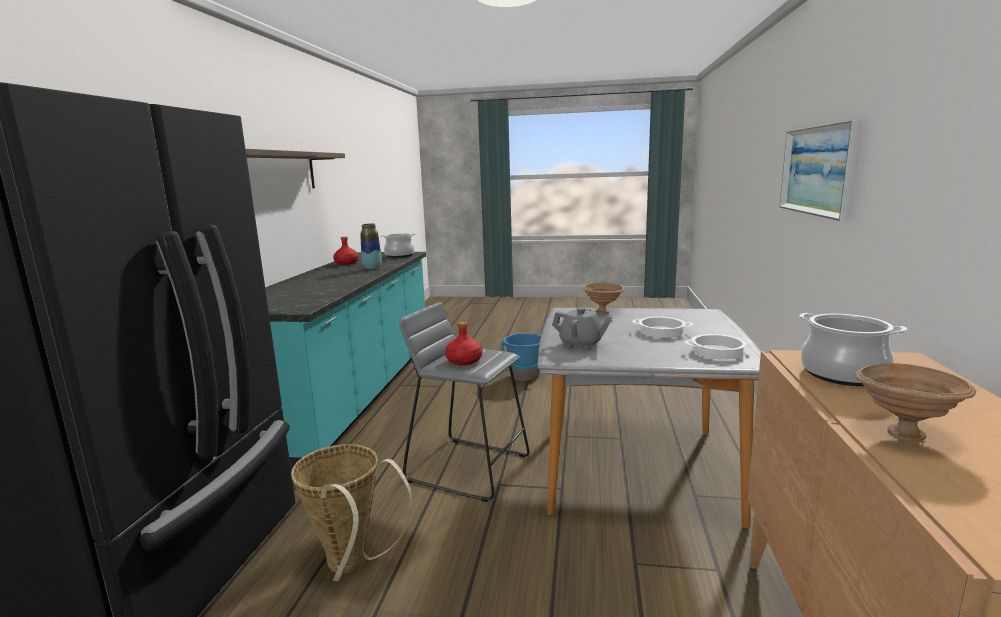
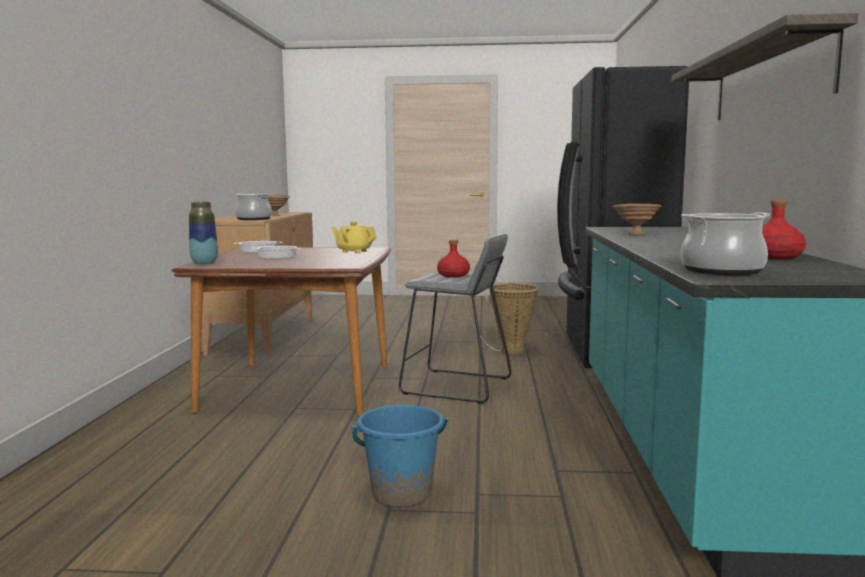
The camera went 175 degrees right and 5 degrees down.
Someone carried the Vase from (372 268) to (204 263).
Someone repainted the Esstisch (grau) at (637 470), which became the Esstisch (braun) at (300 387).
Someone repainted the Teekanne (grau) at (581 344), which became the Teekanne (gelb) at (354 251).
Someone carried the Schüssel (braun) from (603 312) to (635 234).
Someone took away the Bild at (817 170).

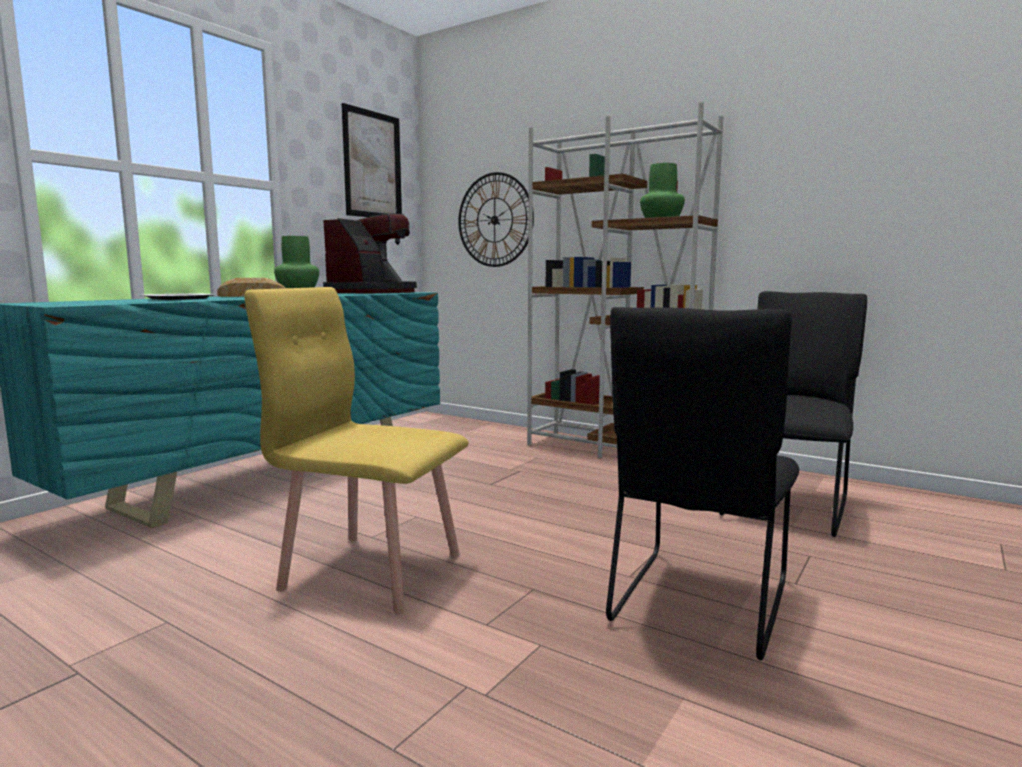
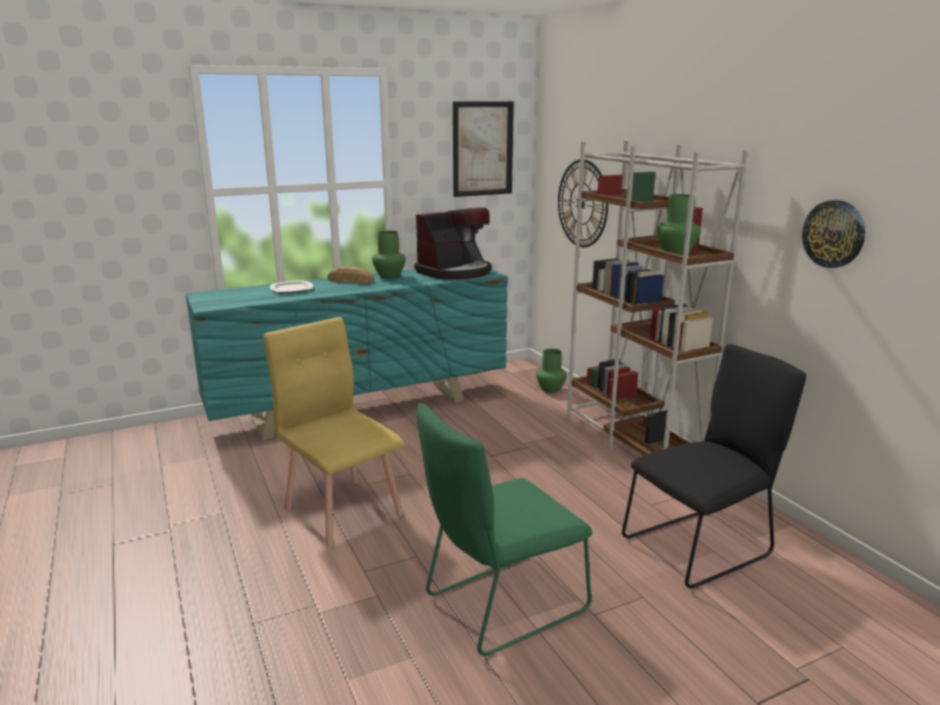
The camera went 30 degrees right and 10 degrees up.
Someone repainted the Stuhl (schwarz) at (697 606), which became the Stuhl (grün) at (500 606).
Someone put down the Vase (grün) at (551 389).
Someone put up the Wanduhr at (834 234).

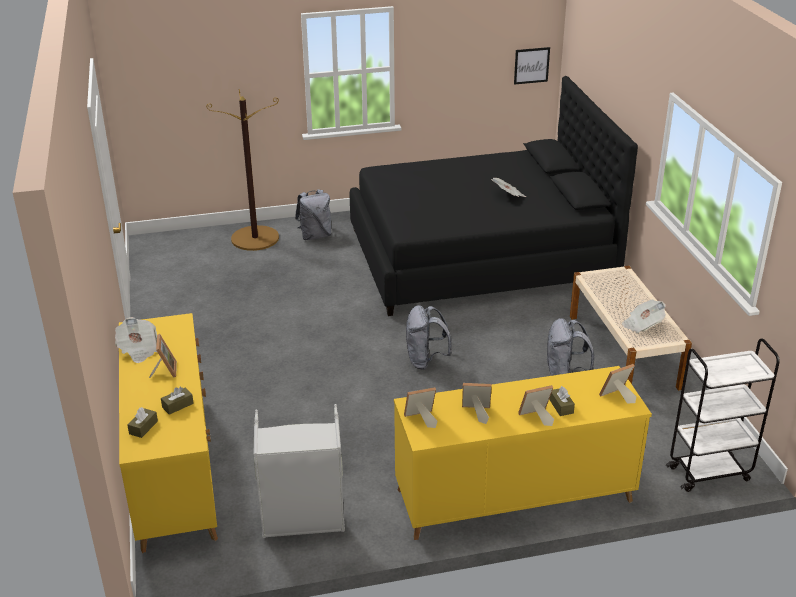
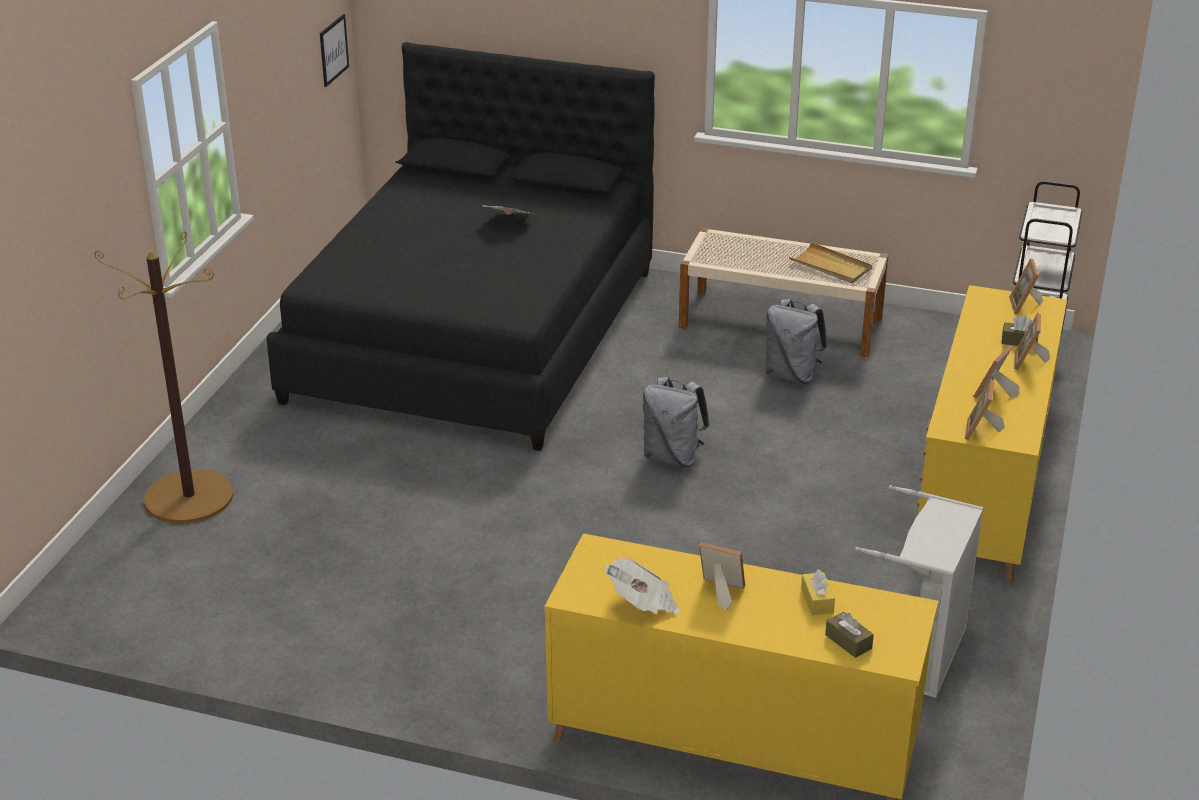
The camera went 60 degrees left and 0 degrees up.
Someone repainted the Taschentuchbox (braun) at (177 405), which became the Taschentuchbox (gelb) at (817 600).
Someone took away the Rucksack (grau) at (315 236).
Someone swapped the Zeitung at (642 325) for the Tablett (beige) at (831 266).

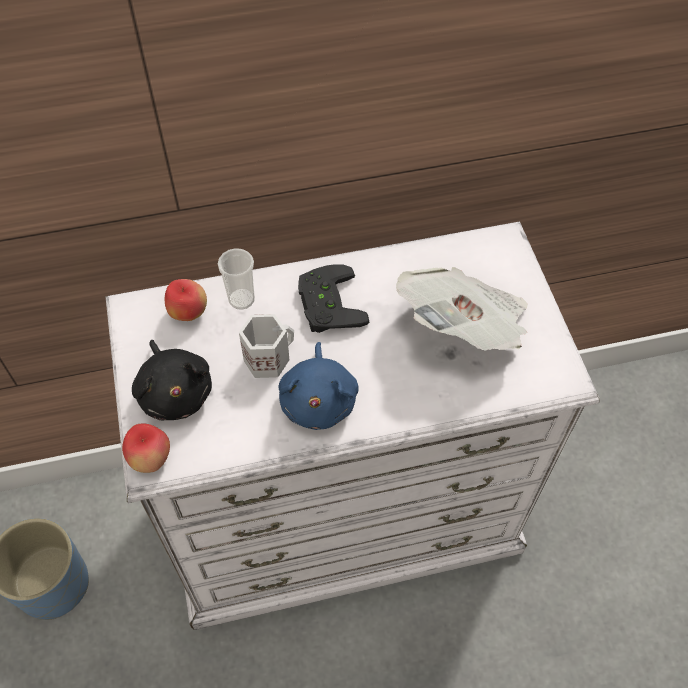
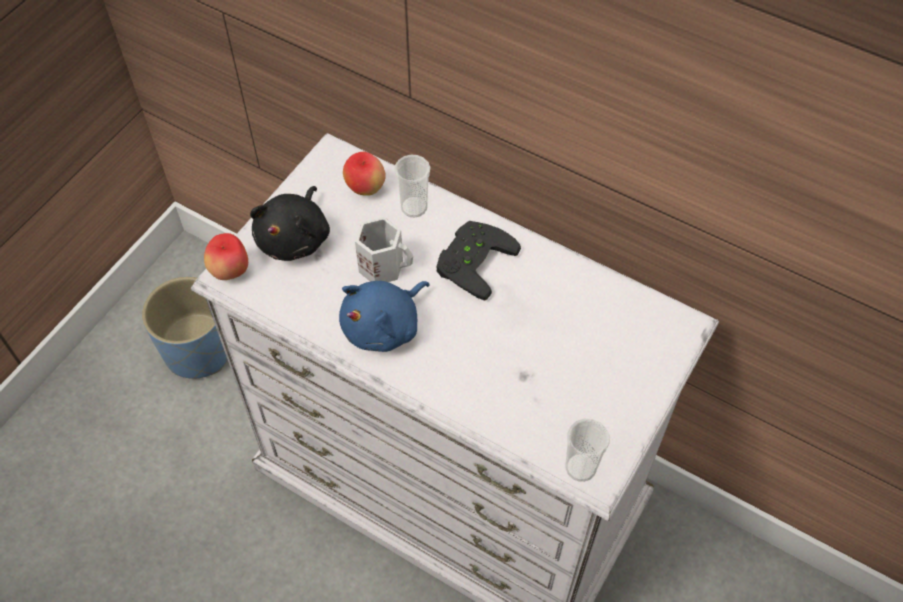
The camera went 45 degrees right and 0 degrees up.
Someone took away the Zeitung at (464 327).
Someone put down the Tasse at (580 468).

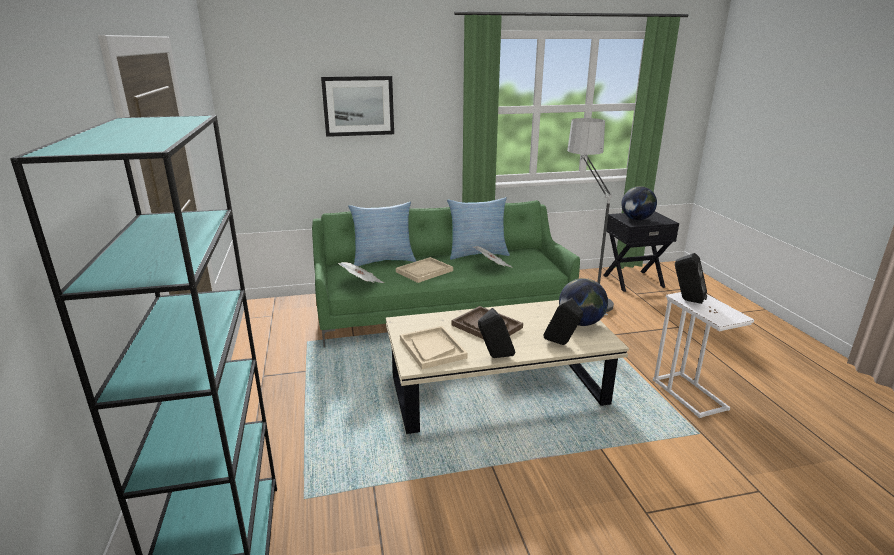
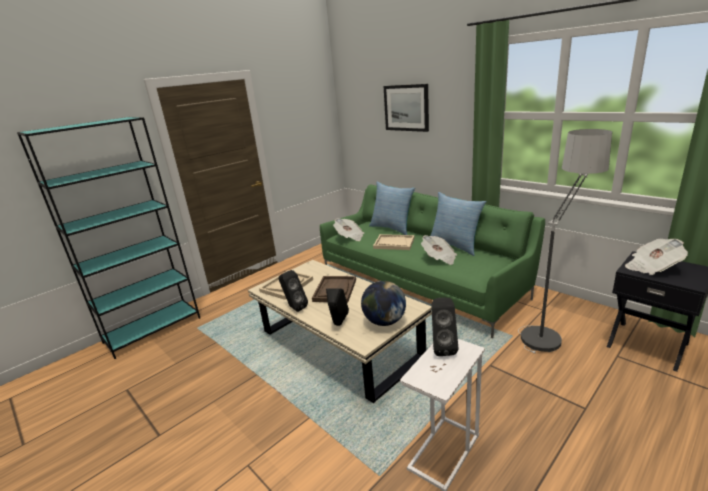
The camera went 60 degrees right and 0 degrees up.
Someone swapped the Globus at (636 219) for the Zeitung at (652 267).

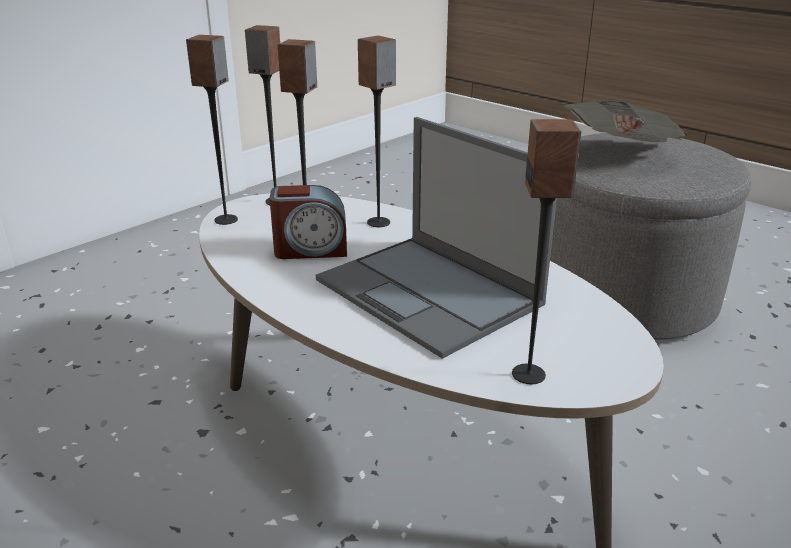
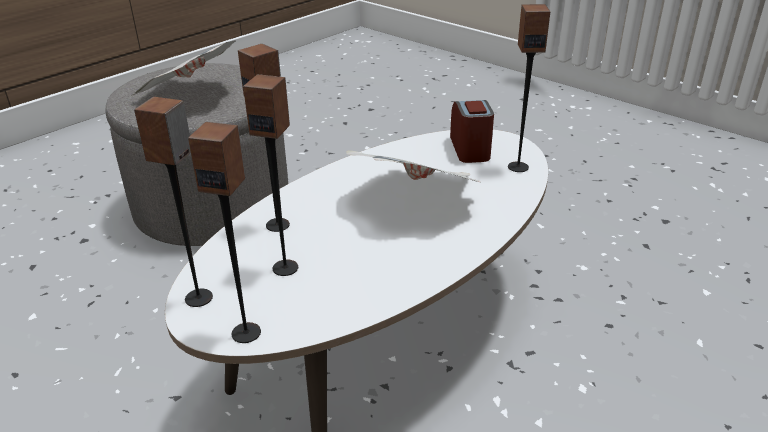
The camera went 90 degrees left and 5 degrees up.
Someone carried the Wecker from (310 249) to (470 149).
Someone swapped the Laptop at (430 293) for the Zeitung at (419 198).

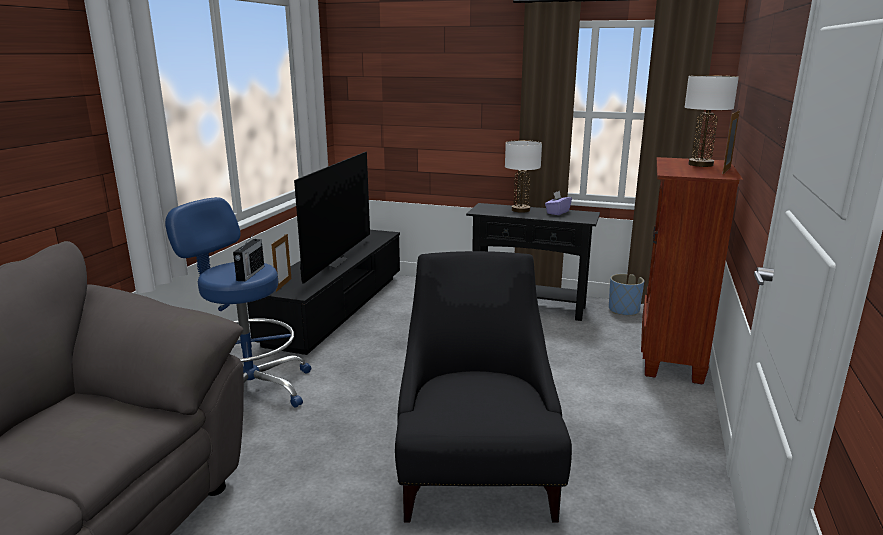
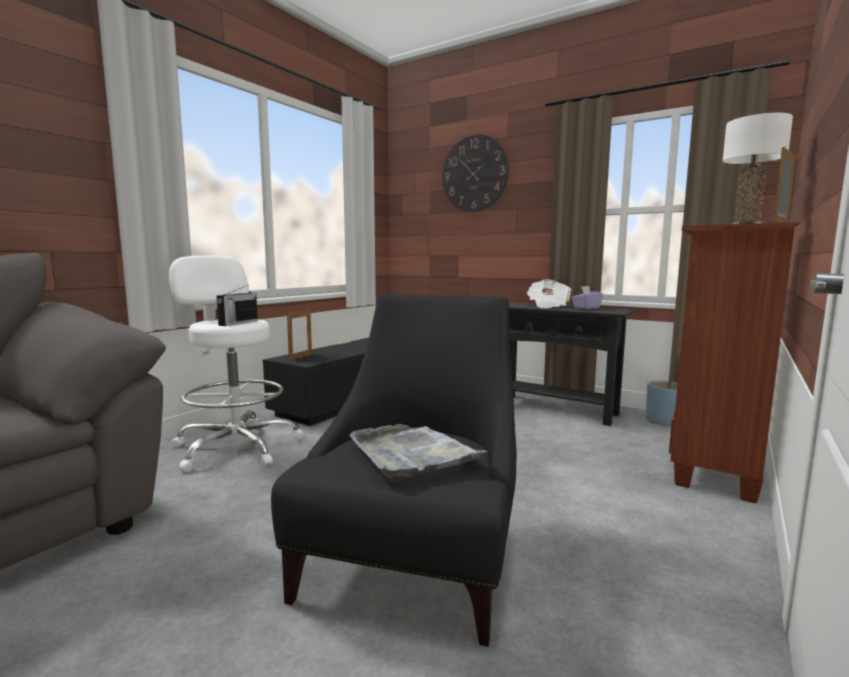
The camera went 15 degrees right and 10 degrees down.
Someone repainted the Hocker (blau) at (249 389), which became the Hocker (weiß) at (236 446).
Someone took away the Fernseher at (332 262).
Someone swapped the Tischlampe at (520 210) for the Zeitung at (547 306).
Someone put down the Tablett (grau) at (412 453).
Someone put up the Wanduhr at (474 173).

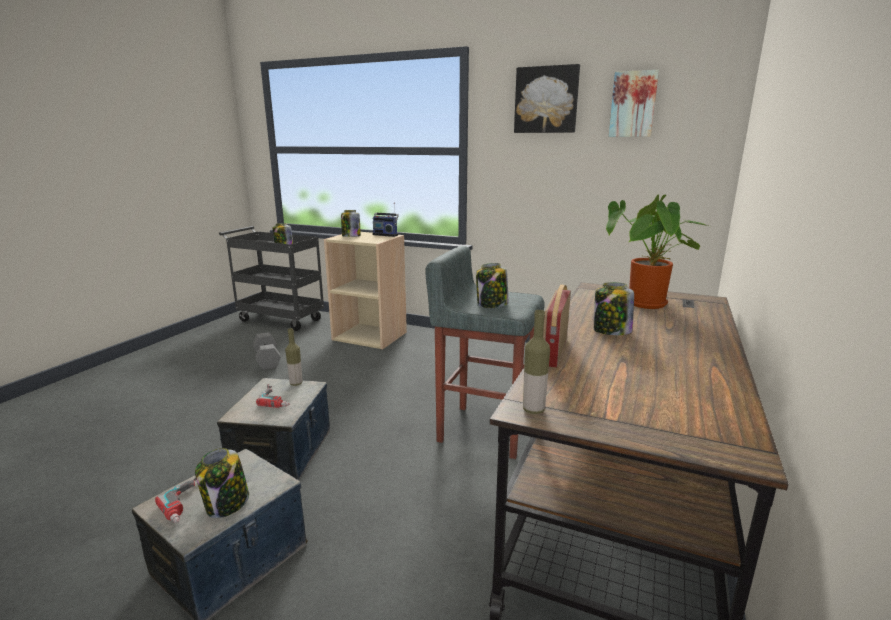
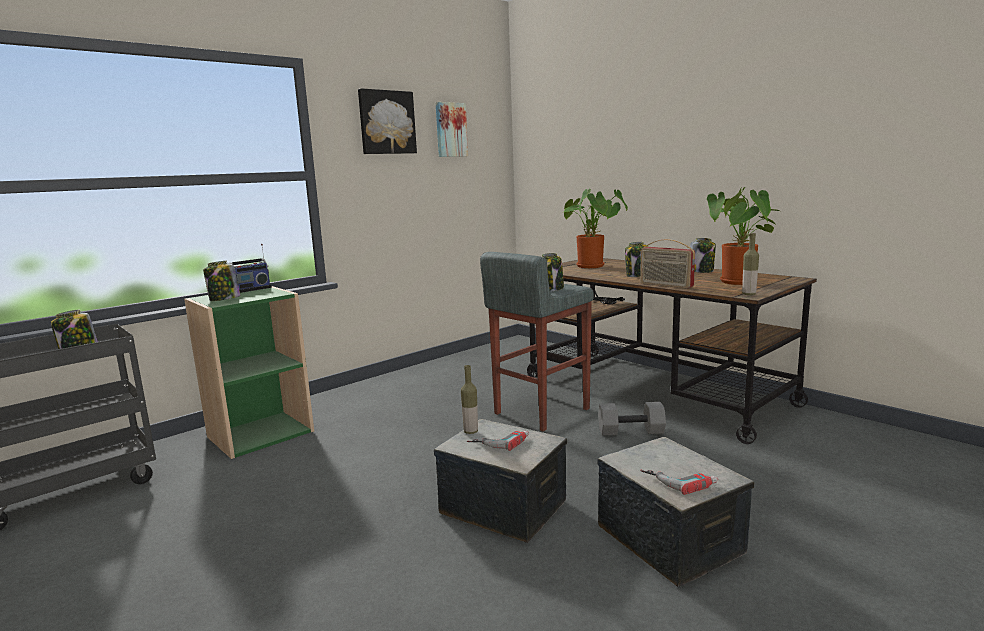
The camera went 65 degrees left and 5 degrees down.
Someone carried the Vorratsglas from (227 504) to (701 271).
Someone carried the Hantel (grau) from (268 360) to (631 431).
Someone repainted the Bücherregal (beige) at (371 336), which became the Bücherregal (grün) at (261 433).
Someone put down the Topfpflanze at (739 283).

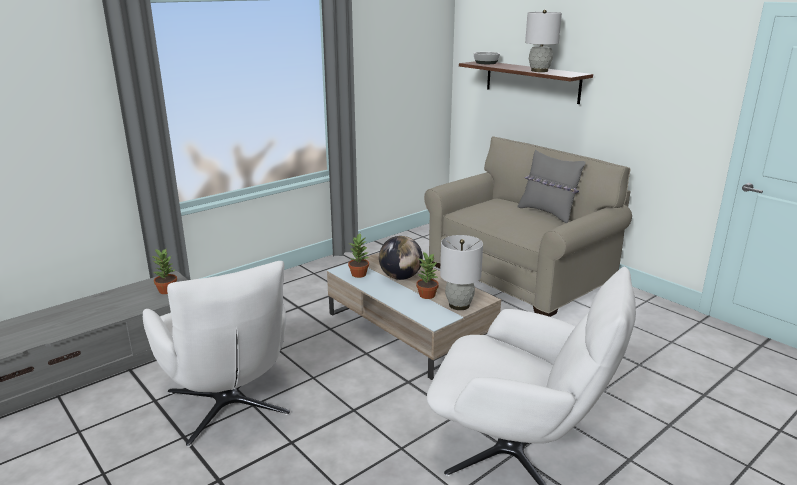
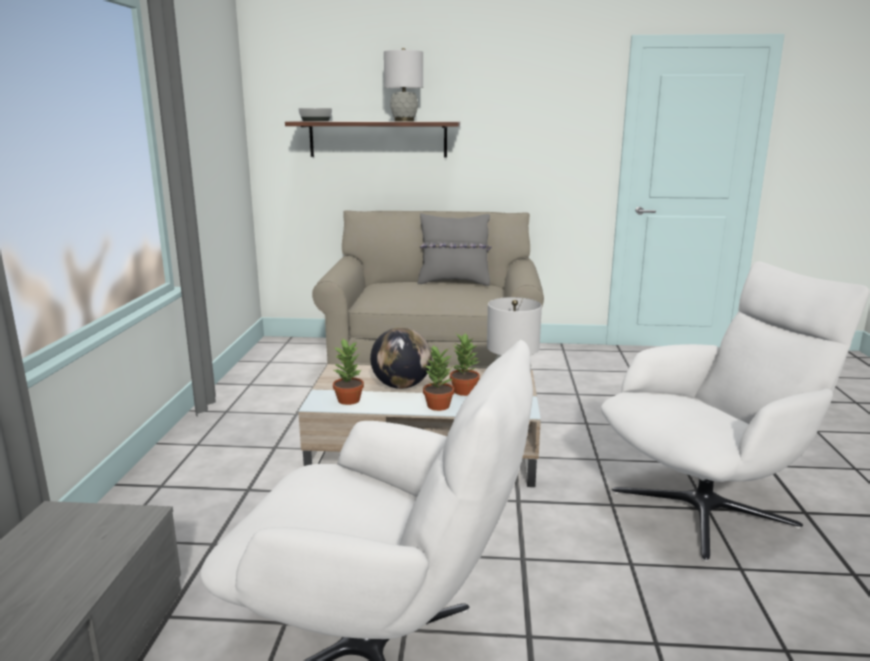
The camera went 45 degrees left and 5 degrees down.
Someone carried the Topfpflanze from (167 290) to (437 405).

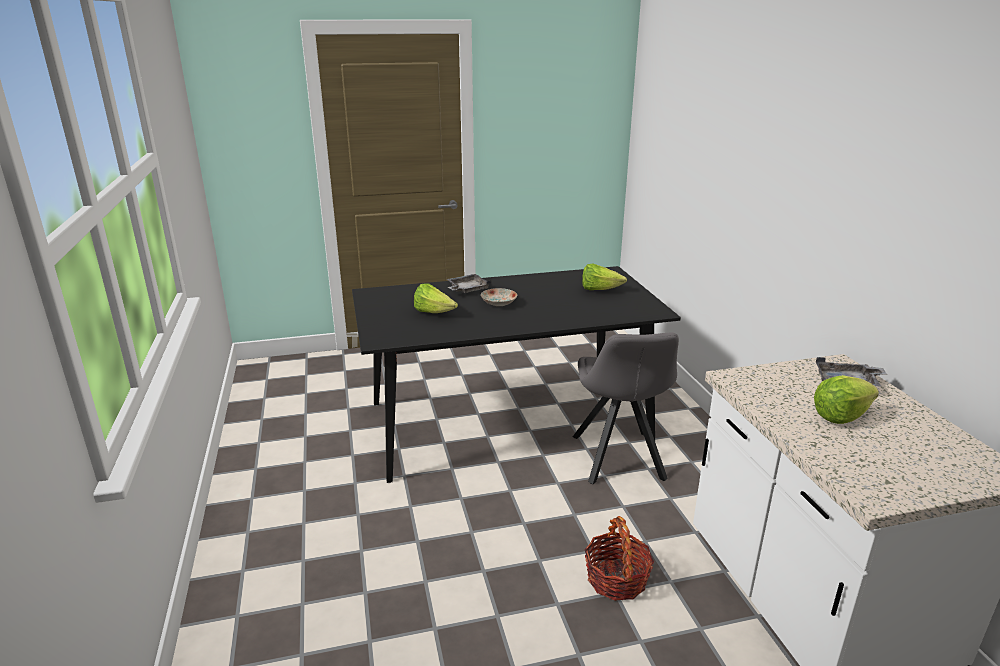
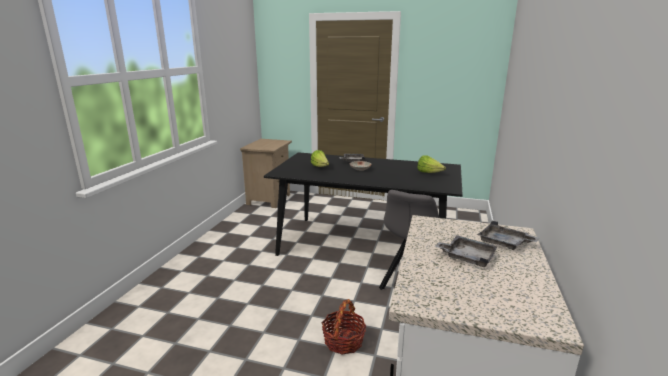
The camera went 30 degrees right and 5 degrees down.
Someone swapped the Salatkopf at (841 416) for the Tablett (grau) at (467 257).
Someone put down the Nachttisch (beige) at (270 199).

